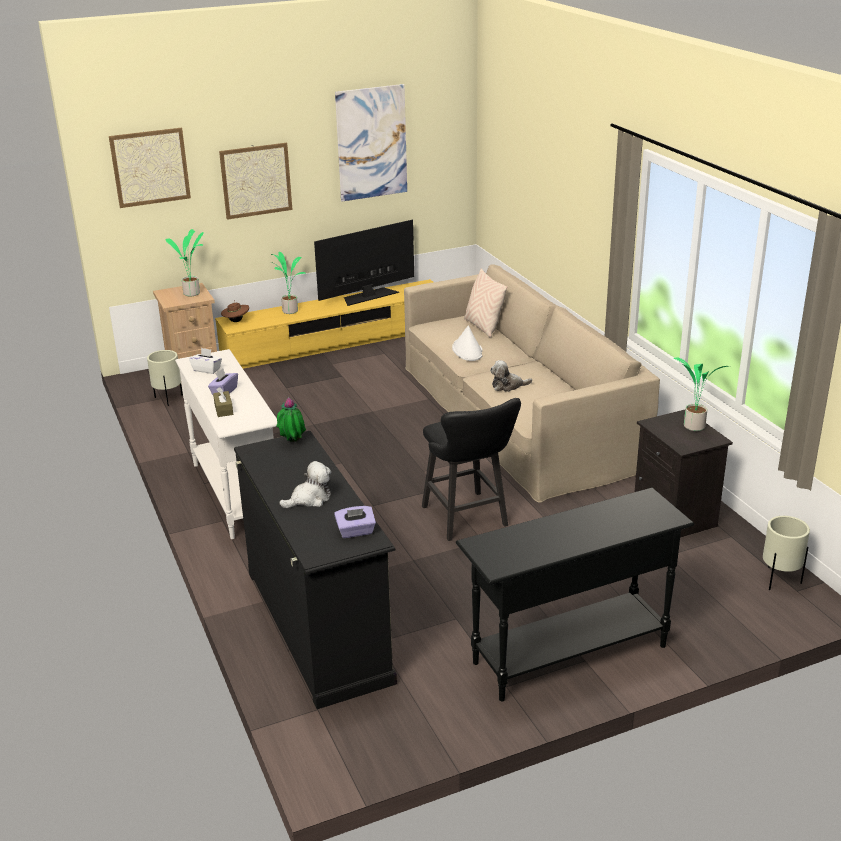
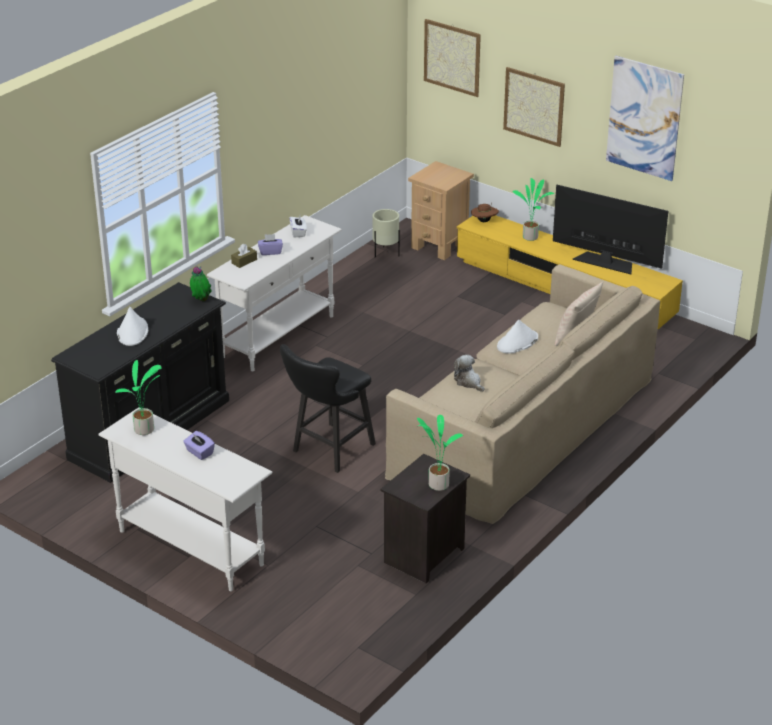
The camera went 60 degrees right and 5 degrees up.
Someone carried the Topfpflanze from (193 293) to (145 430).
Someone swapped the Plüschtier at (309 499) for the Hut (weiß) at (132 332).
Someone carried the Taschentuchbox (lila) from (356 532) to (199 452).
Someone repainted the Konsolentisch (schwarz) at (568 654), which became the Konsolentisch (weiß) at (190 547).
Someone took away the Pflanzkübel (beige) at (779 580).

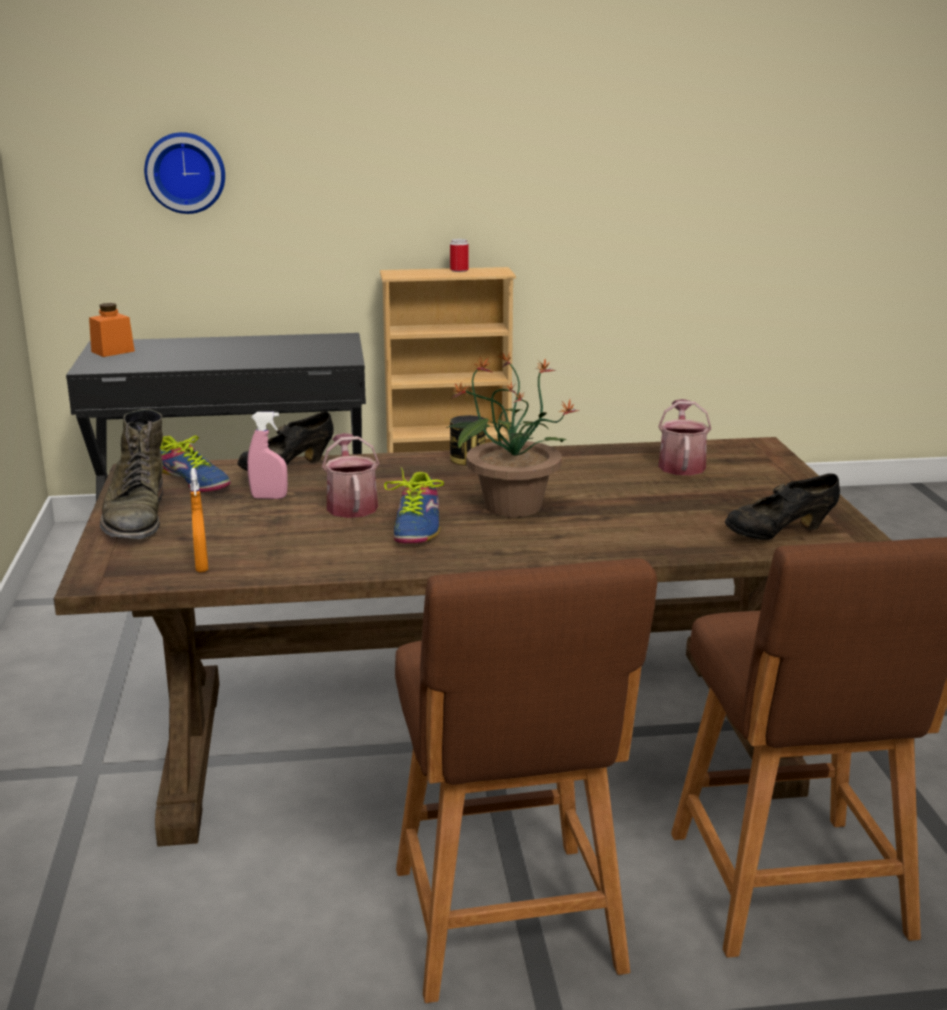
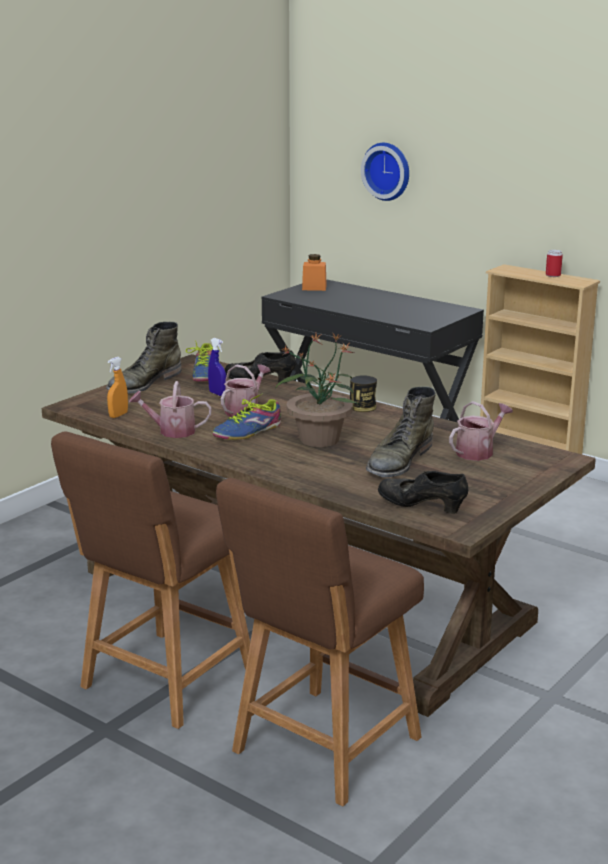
The camera went 45 degrees right and 0 degrees up.
Someone repainted the Sprühflasche (rosa) at (269 497), which became the Sprühflasche (blau) at (217 394).
Someone put down the Gießkanne at (172 431).
Someone put down the Stiefel (grün) at (399 461).

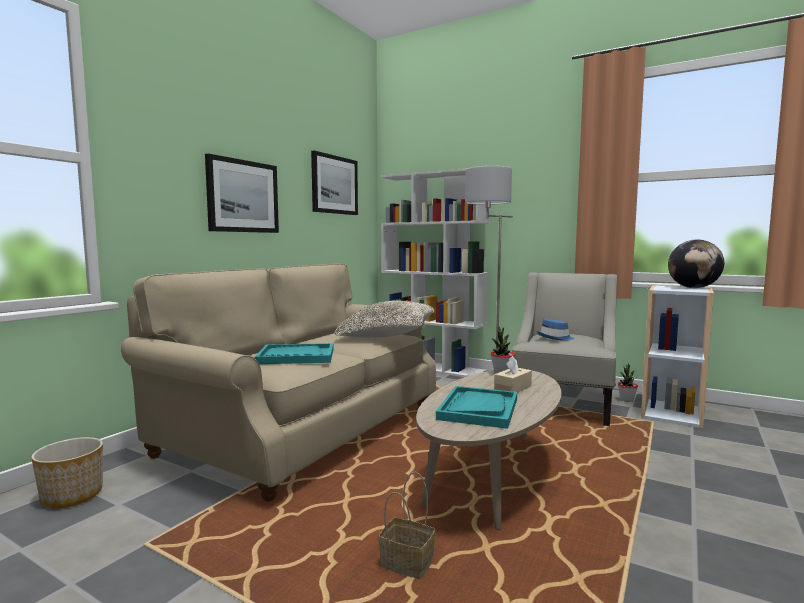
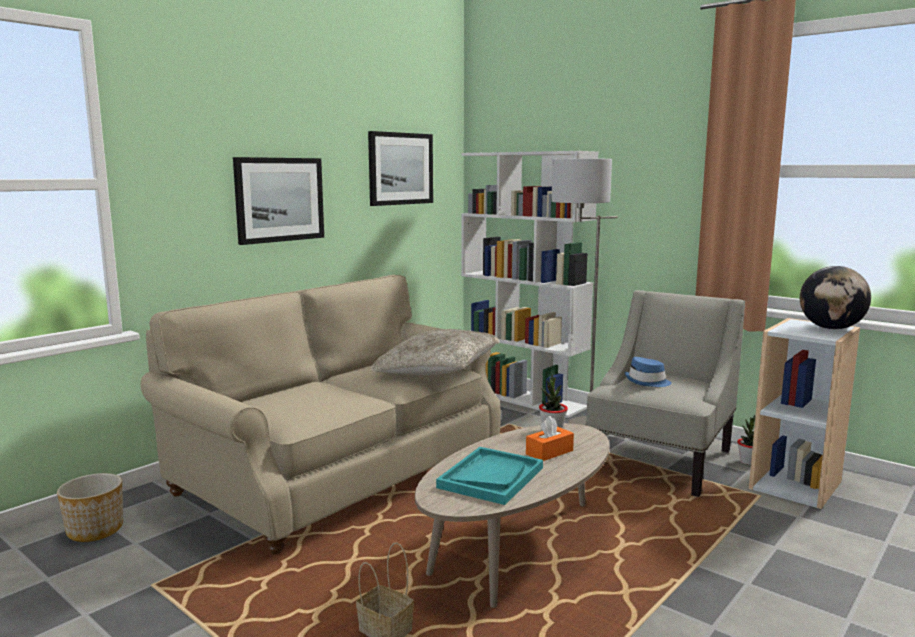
The camera went 10 degrees right and 5 degrees up.
Someone took away the Tablett (türkis) at (296 356).
Someone repainted the Taschentuchbox (beige) at (512 388), which became the Taschentuchbox (orange) at (549 452).

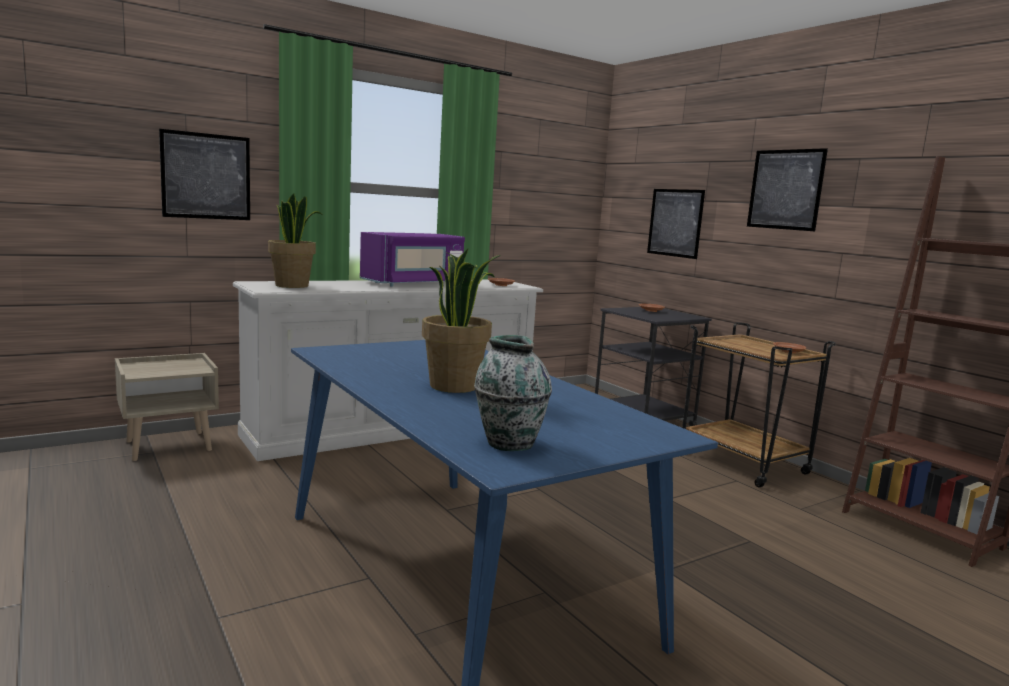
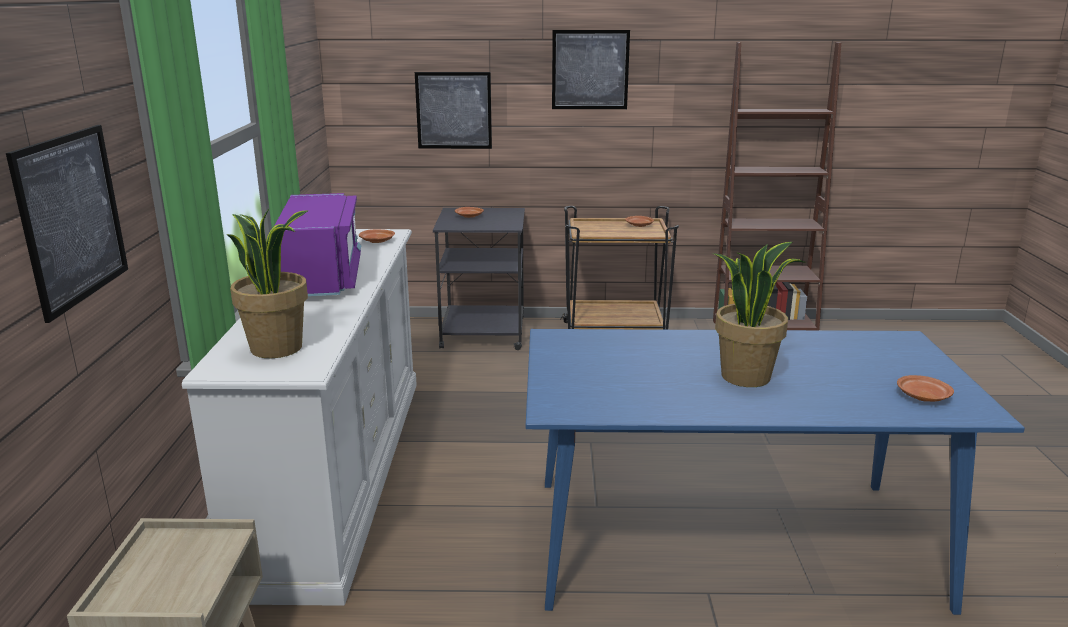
The camera went 55 degrees left and 10 degrees up.
Someone swapped the Vase at (509 443) for the Teller (braun) at (922 396).

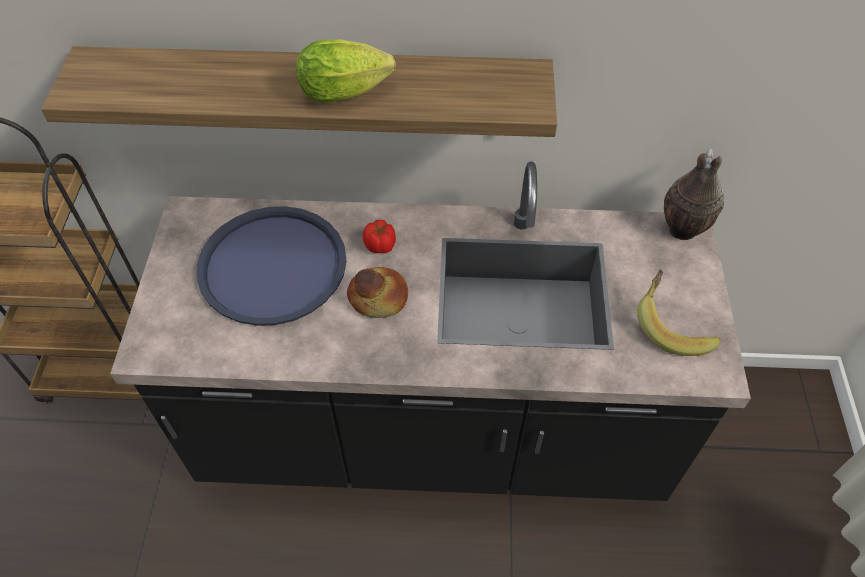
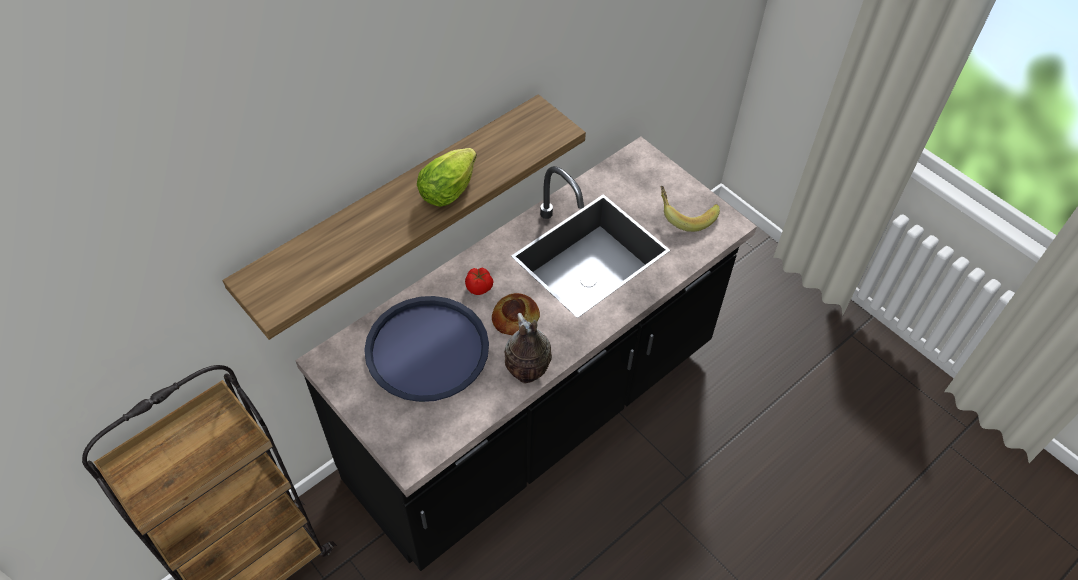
The camera went 45 degrees left and 0 degrees up.
Someone carried the Vase from (680 231) to (526 374).

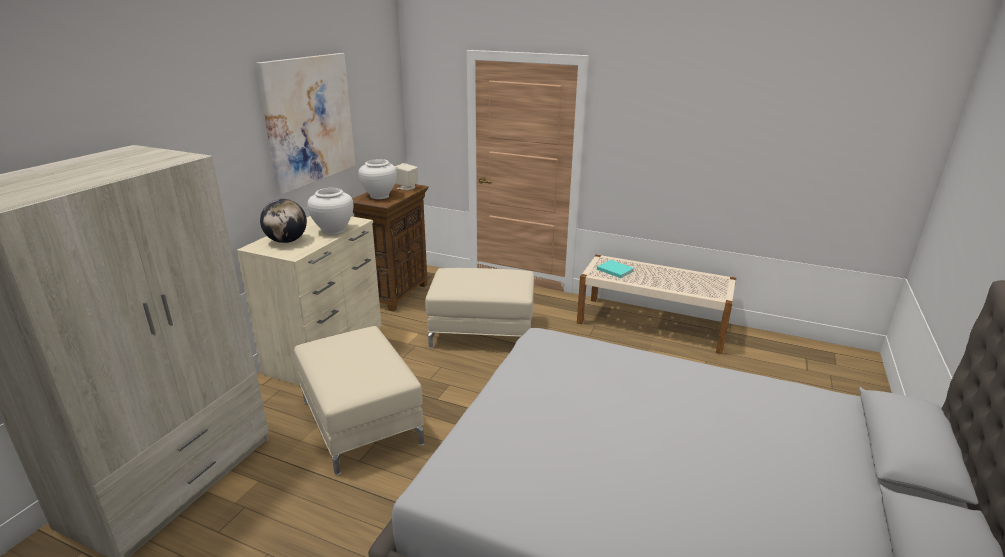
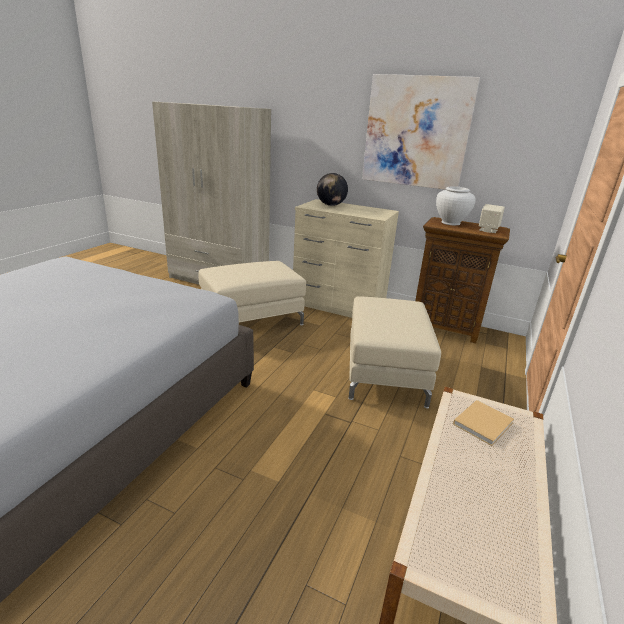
The camera went 90 degrees right and 0 degrees up.
Someone took away the Vase (weiß) at (333 230).
Someone repainted the Buch (türkis) at (614 270), which became the Buch (beige) at (483 423).

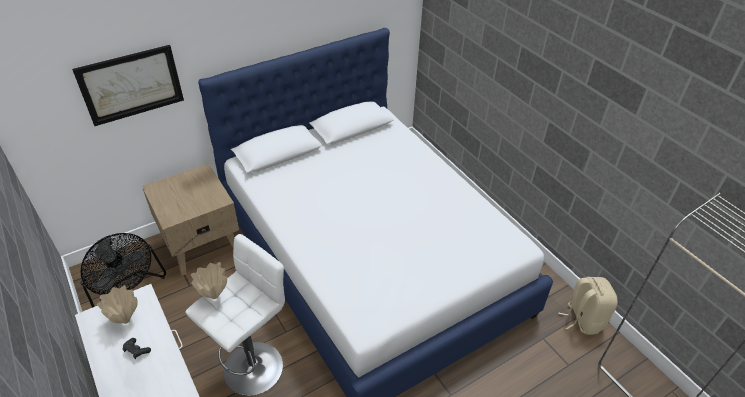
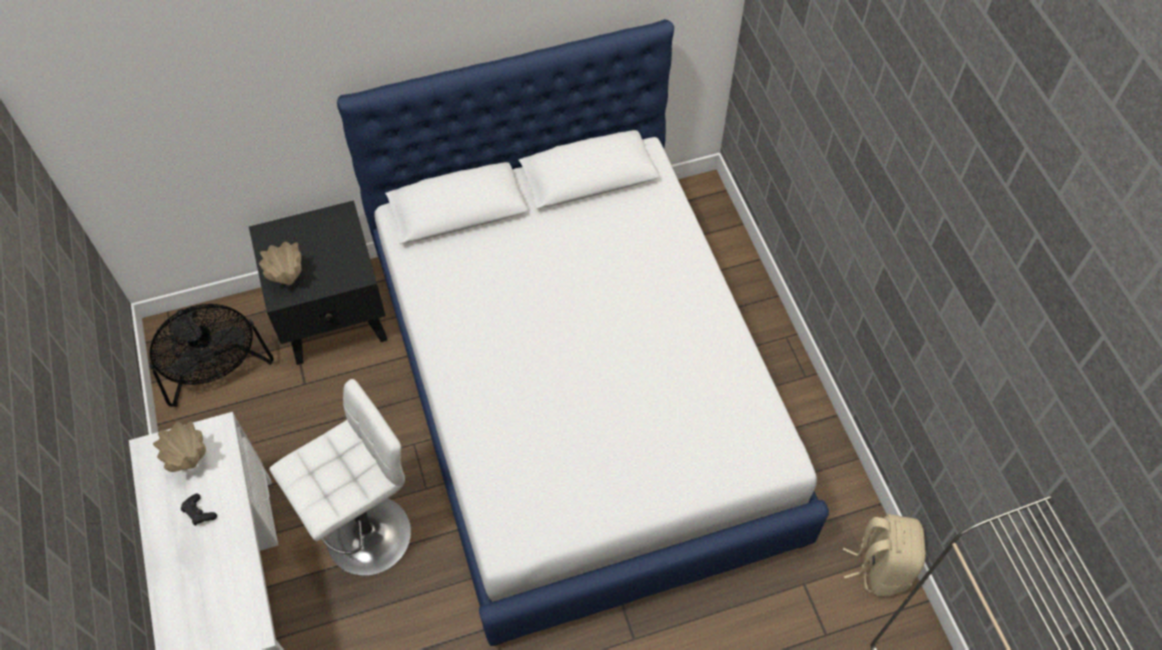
The camera went 15 degrees right and 15 degrees up.
Someone took away the Bild at (131 84).
Someone repainted the Nachttisch (beige) at (202 244), which became the Nachttisch (schwarz) at (334 315).
Someone carried the Vase (beige) from (214 296) to (288 281).

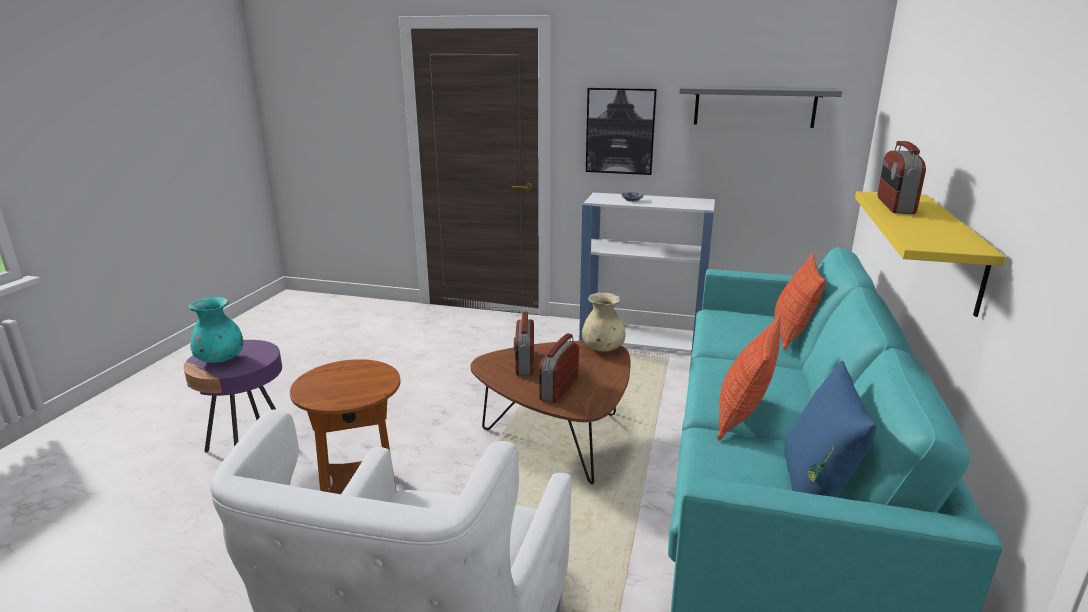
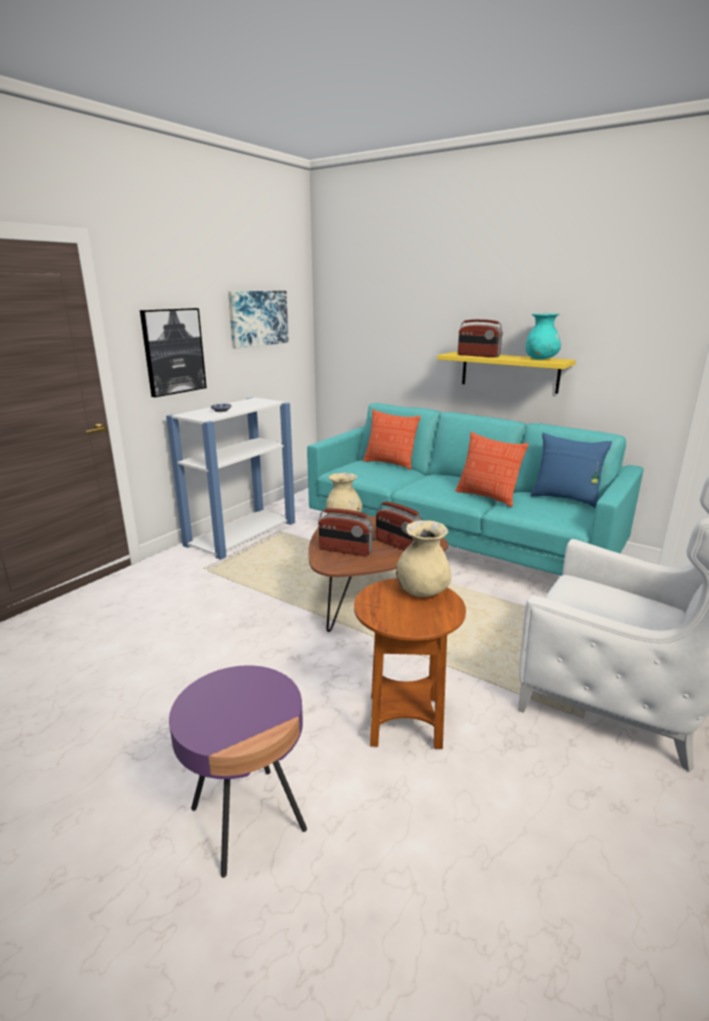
The camera went 70 degrees left and 0 degrees up.
Someone carried the Vase (türkis) from (220 360) to (540 359).
Someone swapped the Wandregal (grau) at (754 106) for the Bild at (258 318).
Someone put down the Vase (beige) at (422 591).

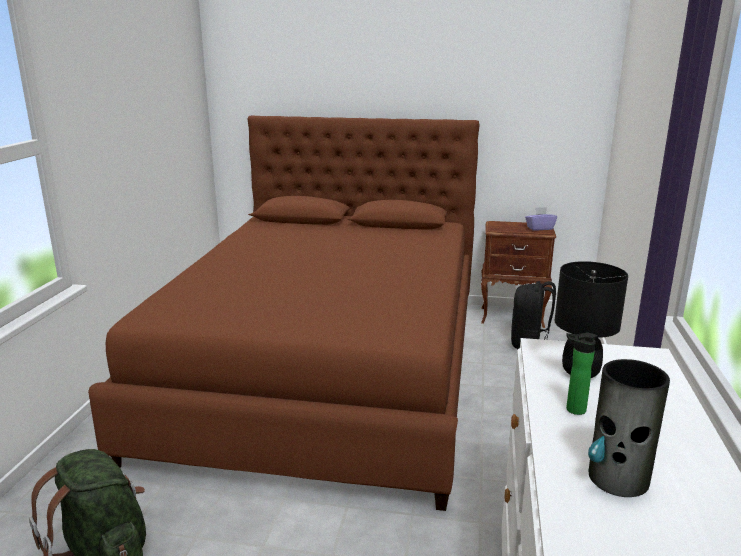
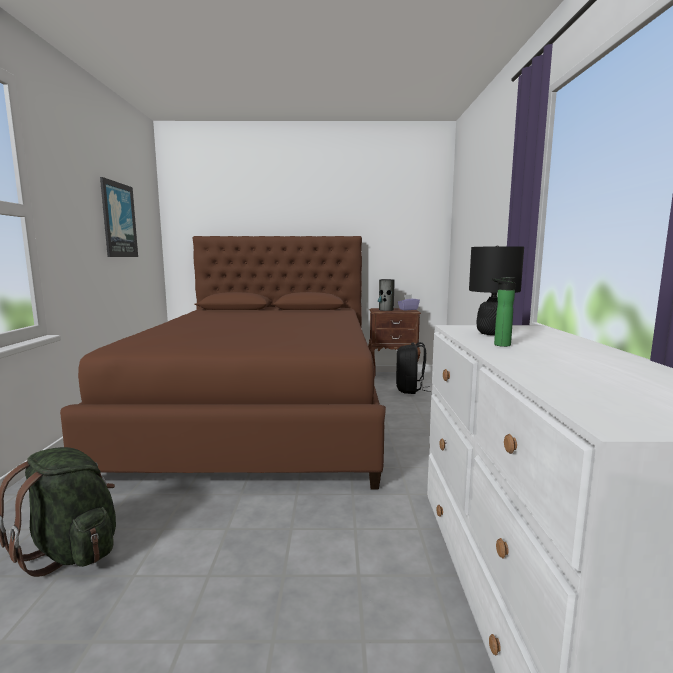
The camera went 10 degrees left and 10 degrees down.
Someone carried the Vase from (618 478) to (386 309).
Someone put up the Bild at (118 220).

